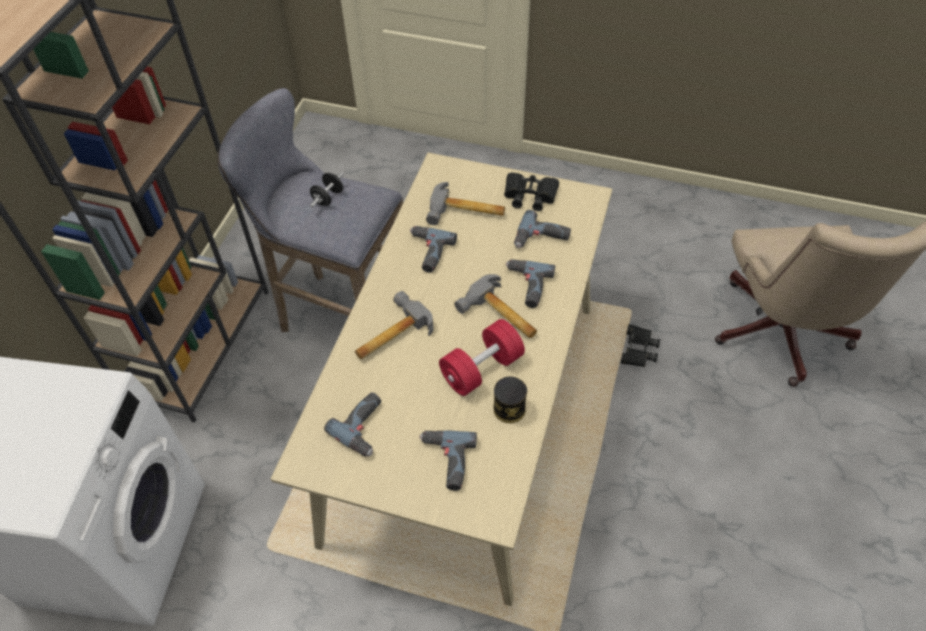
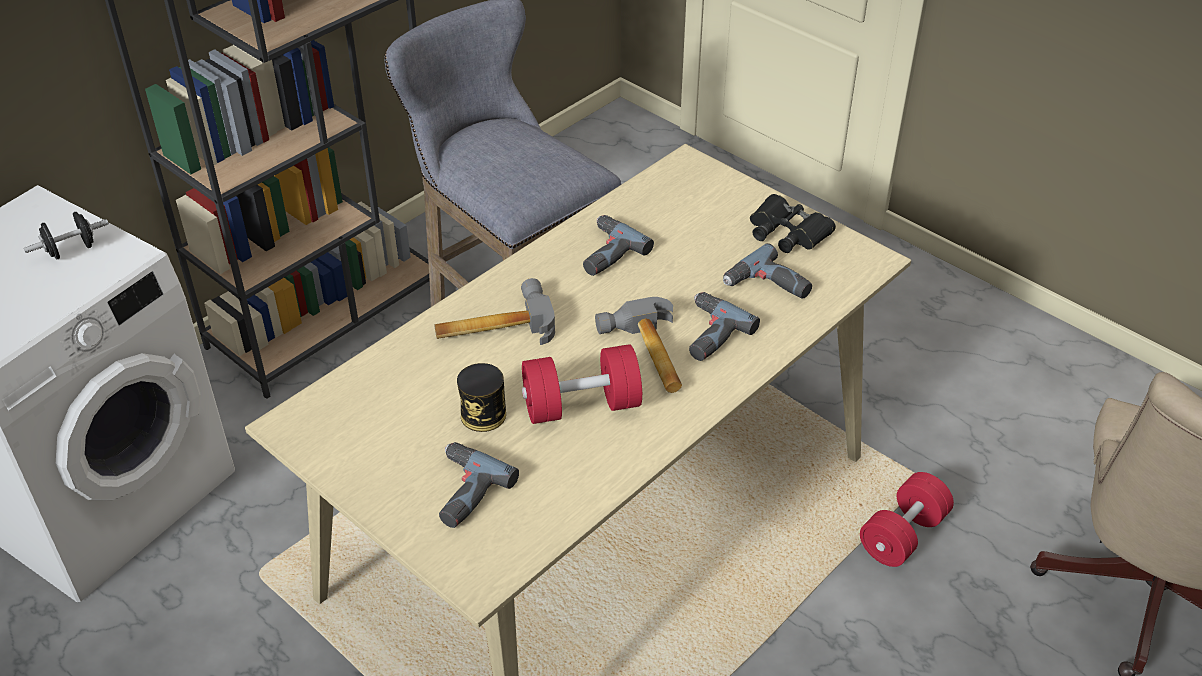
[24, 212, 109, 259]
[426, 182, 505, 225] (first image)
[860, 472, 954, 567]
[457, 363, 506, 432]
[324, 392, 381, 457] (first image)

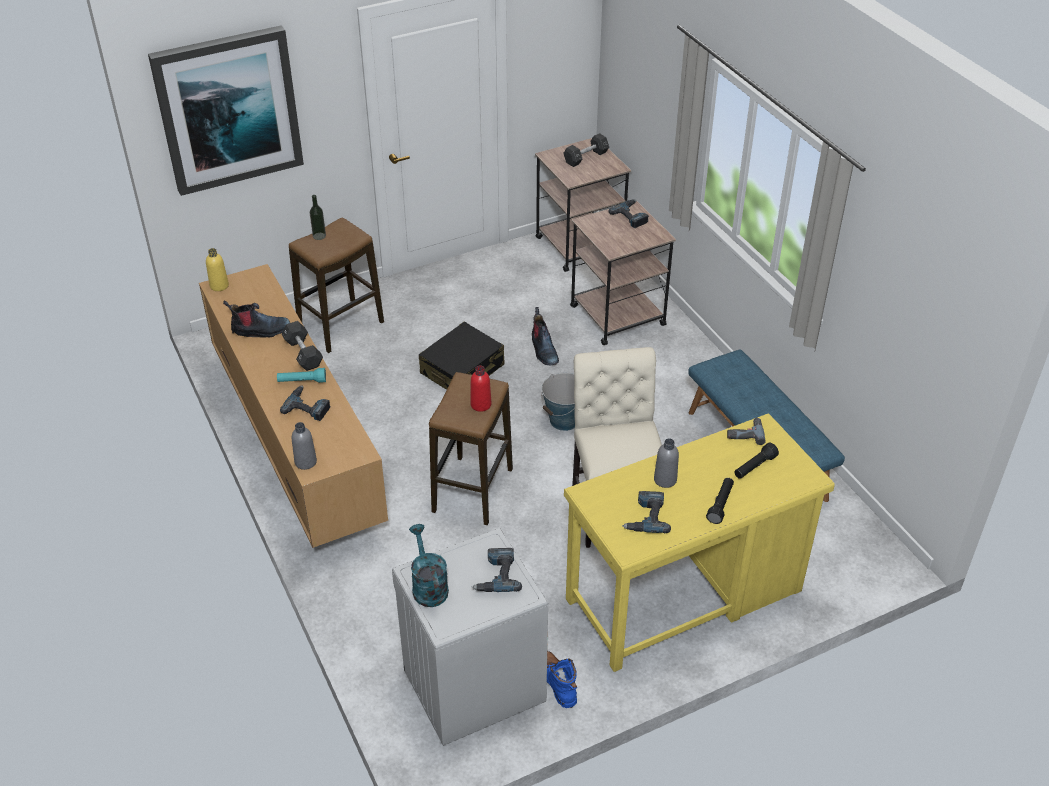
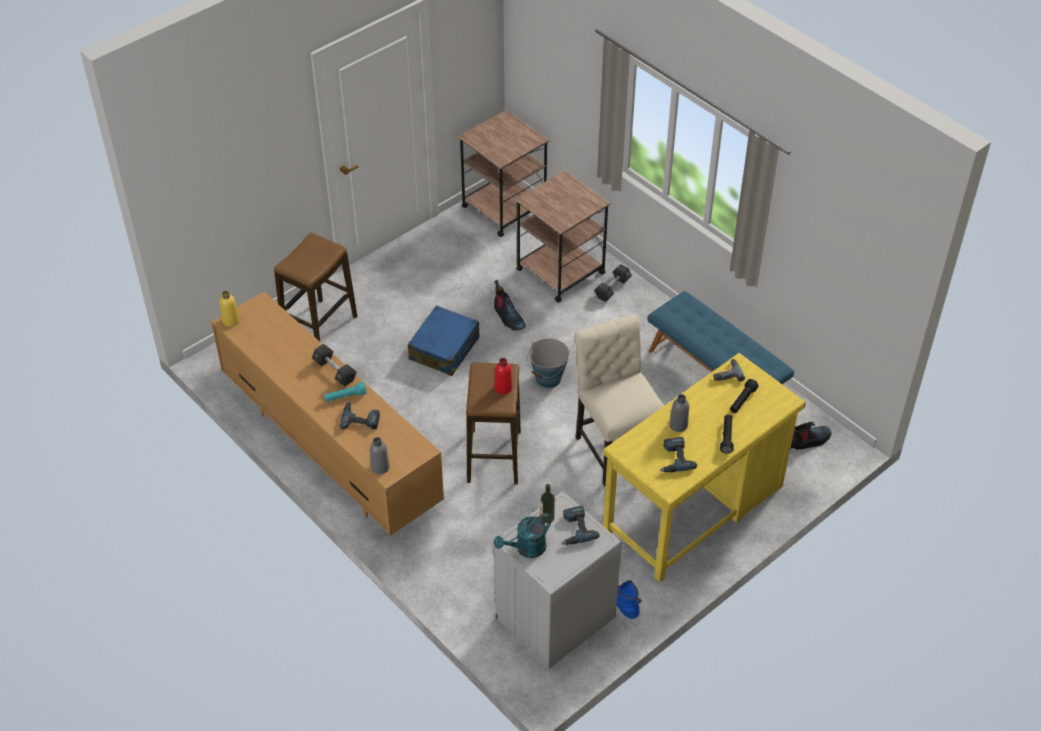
[148, 25, 304, 196] (first image)
[594, 264, 632, 302]
[540, 484, 555, 523]
[608, 199, 649, 228] (first image)
[790, 421, 831, 450]
[408, 306, 480, 376]
[494, 514, 551, 558]

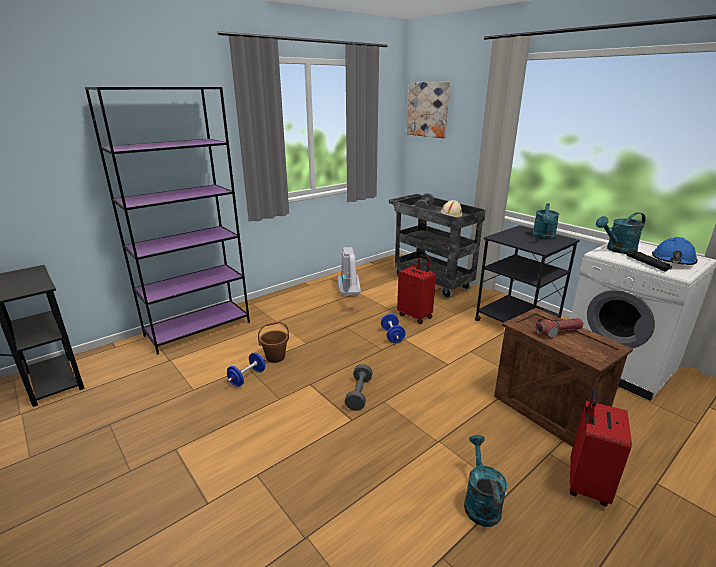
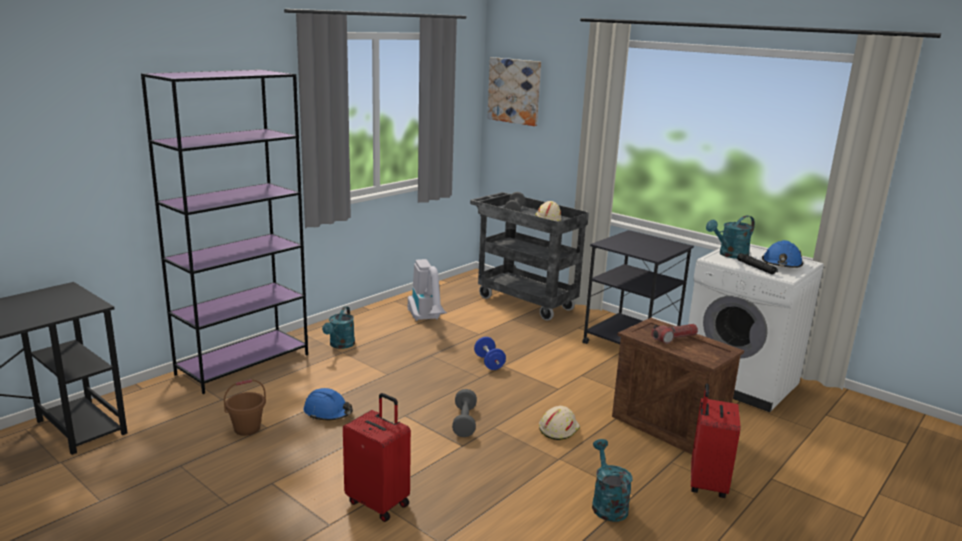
[322, 306, 355, 349]
[343, 393, 411, 522]
[224, 379, 266, 436]
[304, 388, 353, 421]
[539, 406, 580, 440]

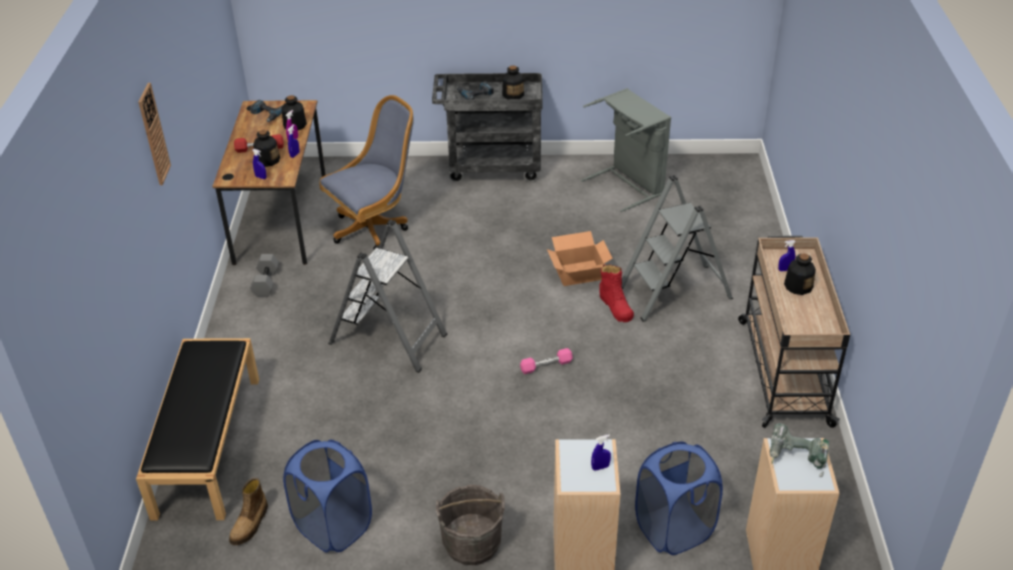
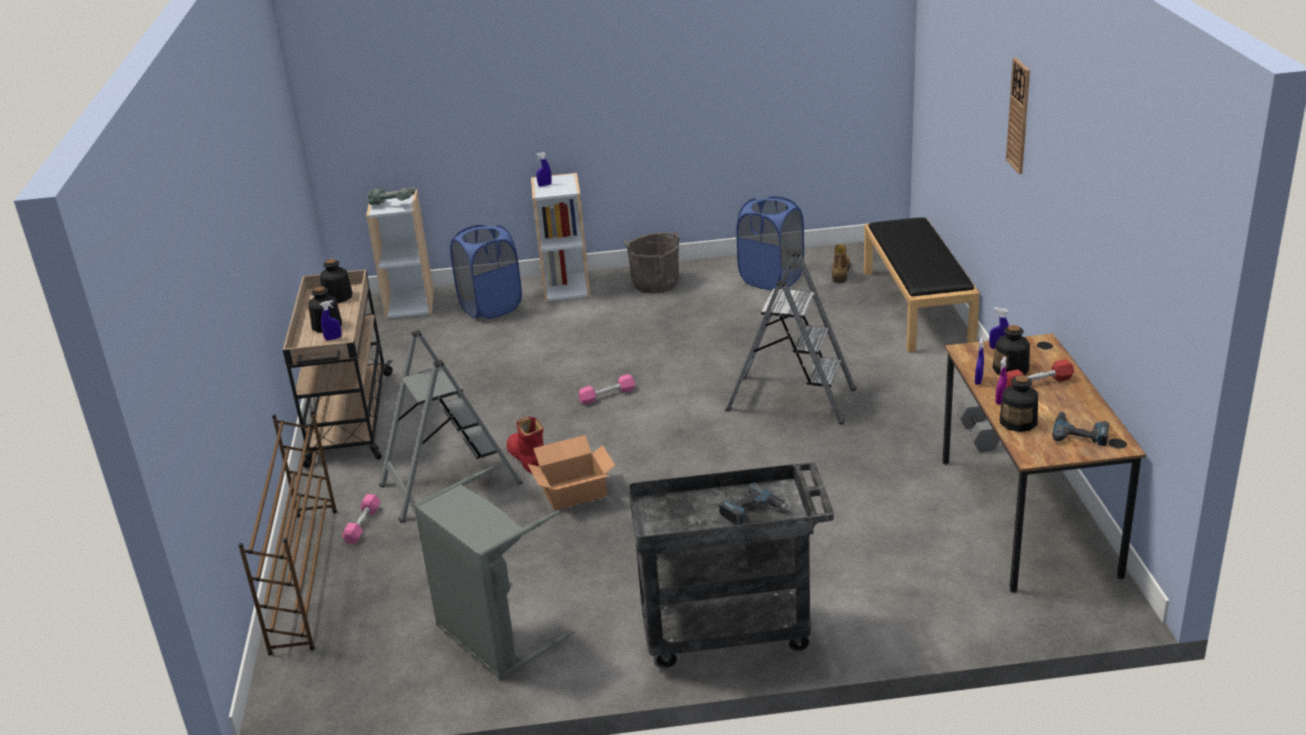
[320, 259, 353, 303]
[319, 95, 413, 250] (first image)
[238, 410, 337, 655]
[342, 494, 381, 544]

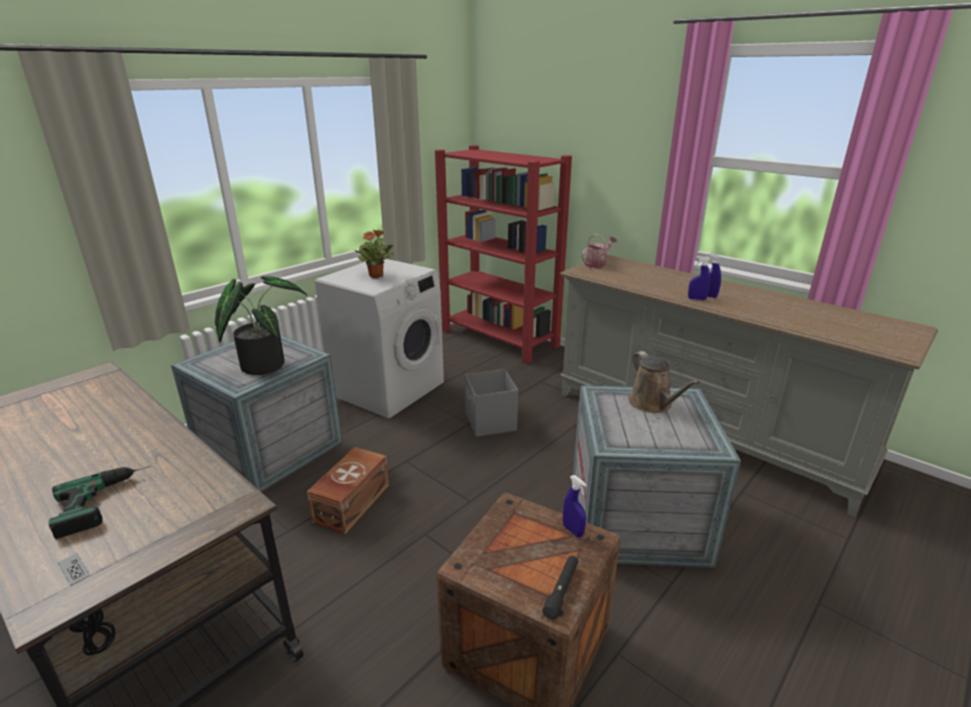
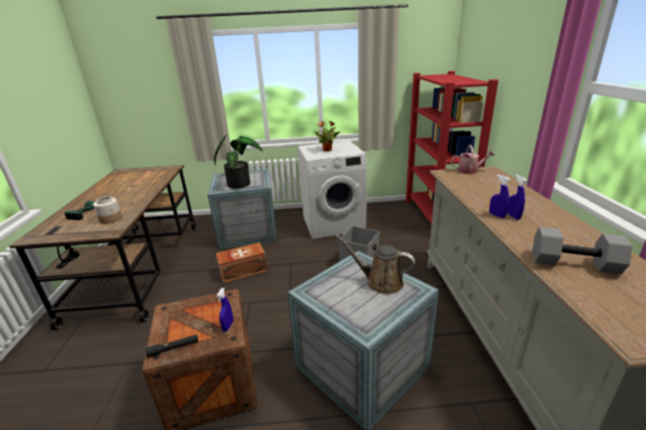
[336, 235, 415, 294]
[93, 196, 122, 224]
[532, 227, 632, 275]

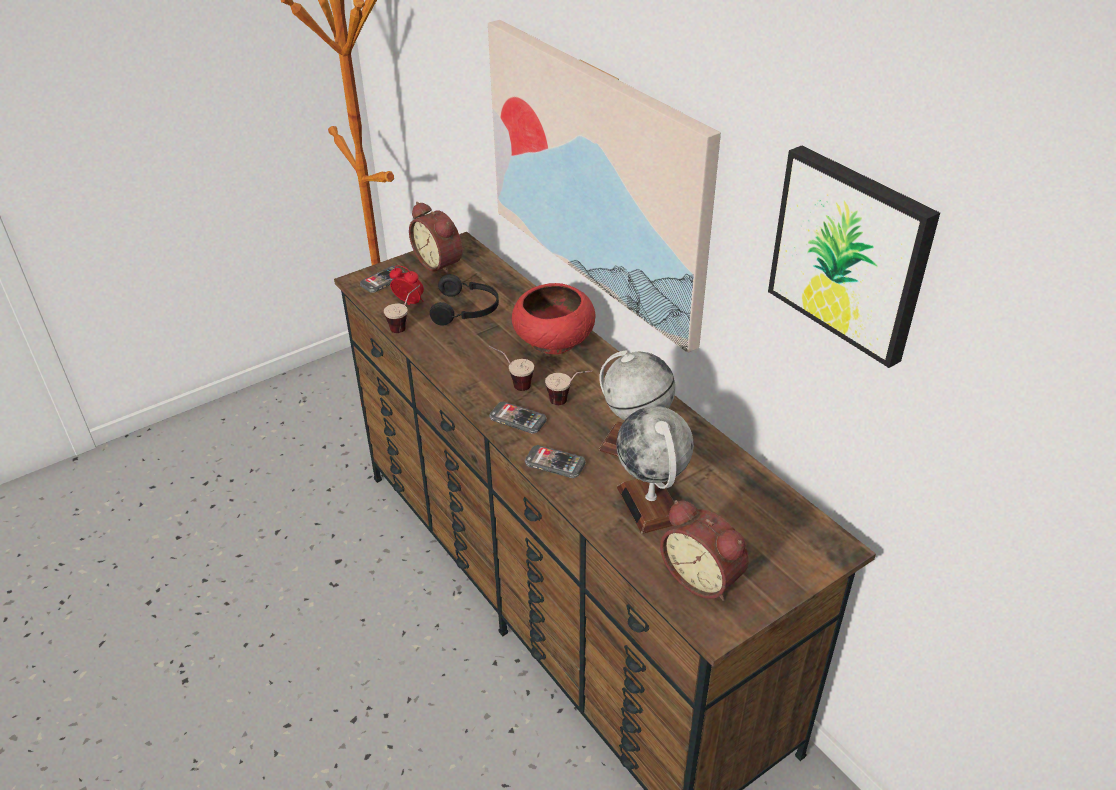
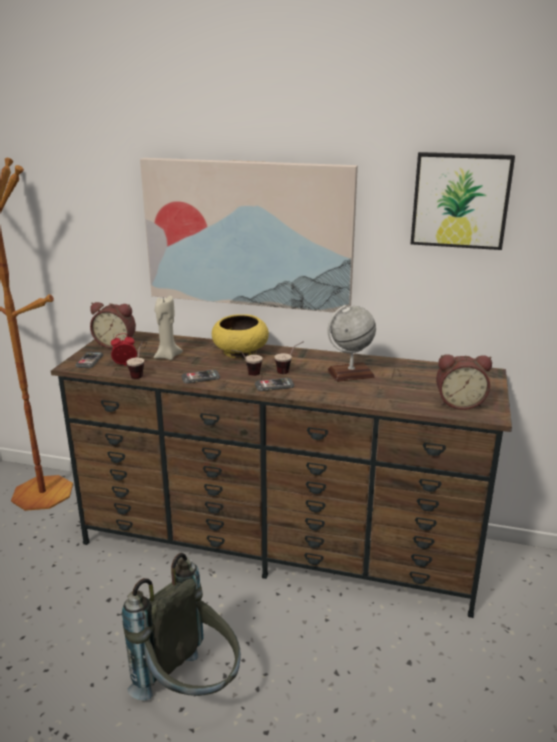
[154, 296, 183, 360]
[212, 314, 269, 358]
[616, 406, 694, 534] (first image)
[181, 370, 220, 384]
[122, 553, 241, 700]

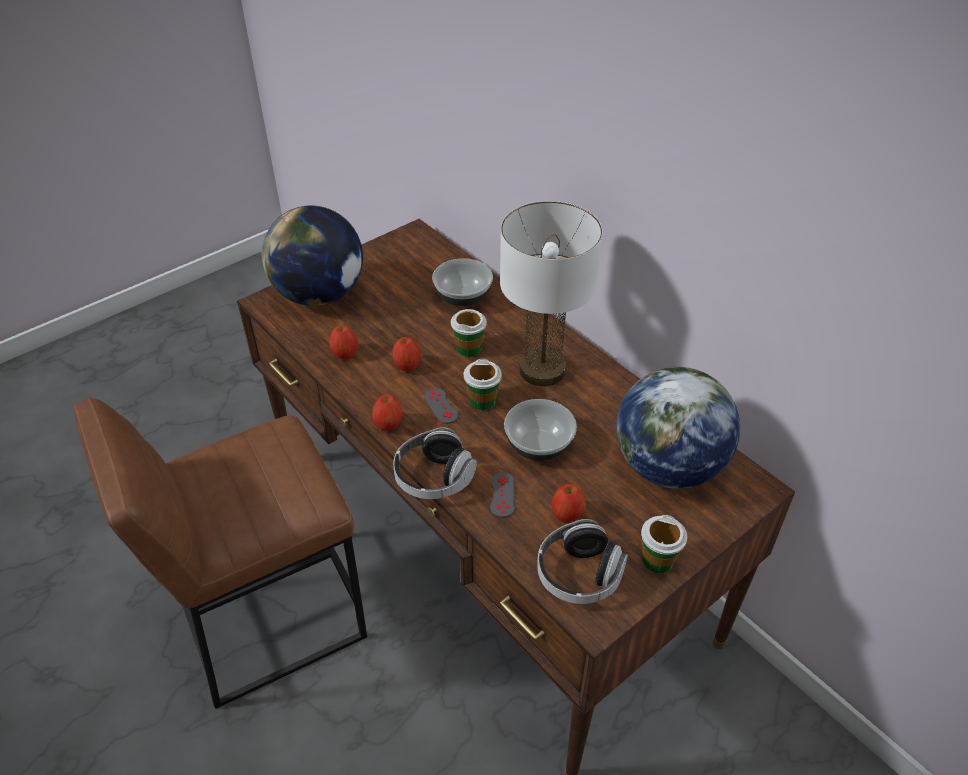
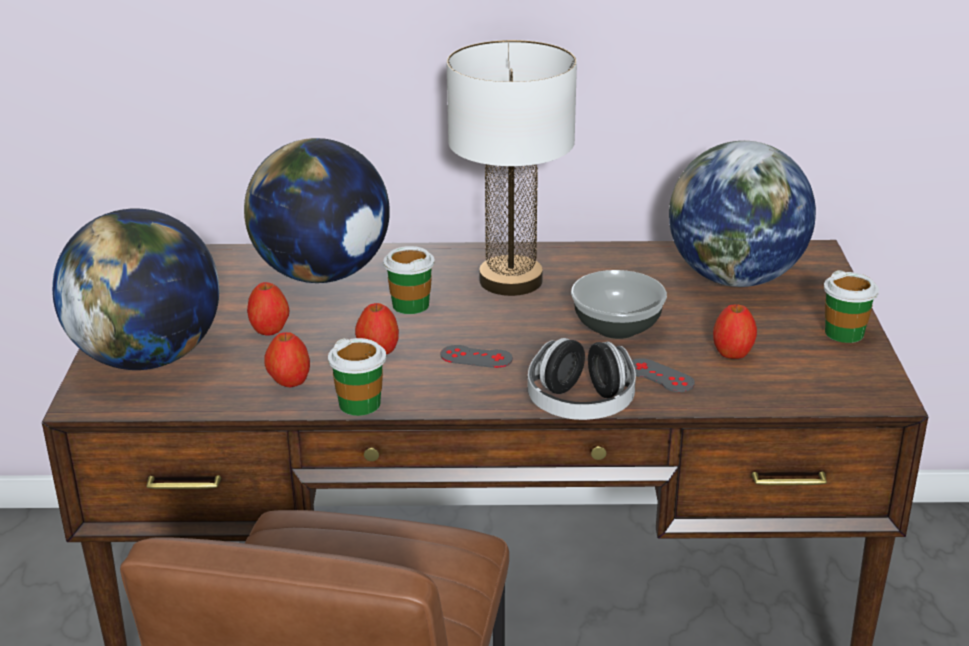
[244, 138, 390, 283]
[328, 338, 386, 416]
[247, 282, 289, 336]
[537, 519, 628, 604] (first image)

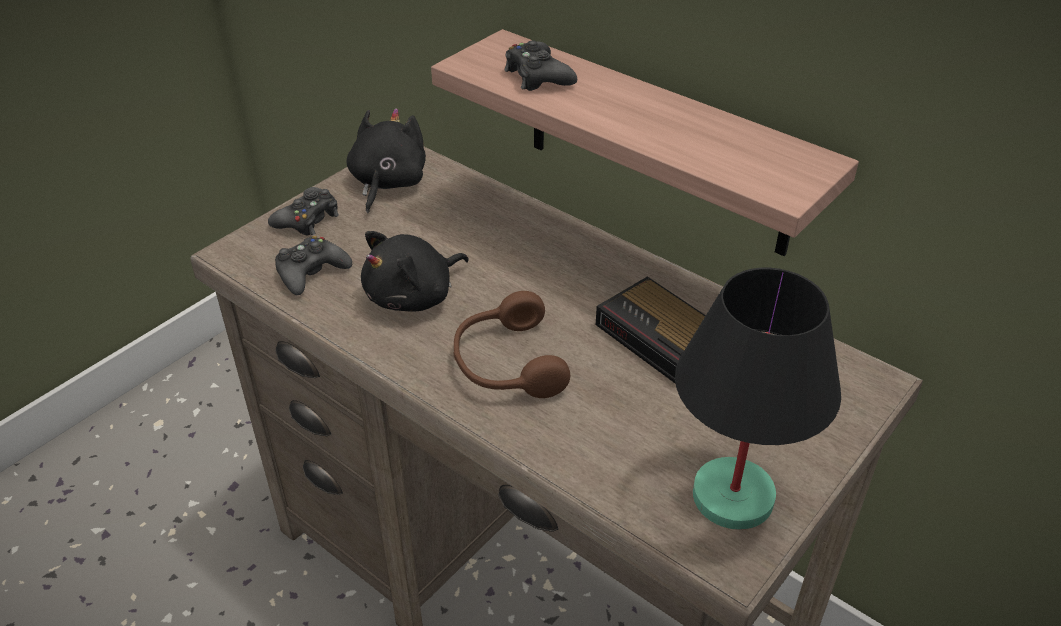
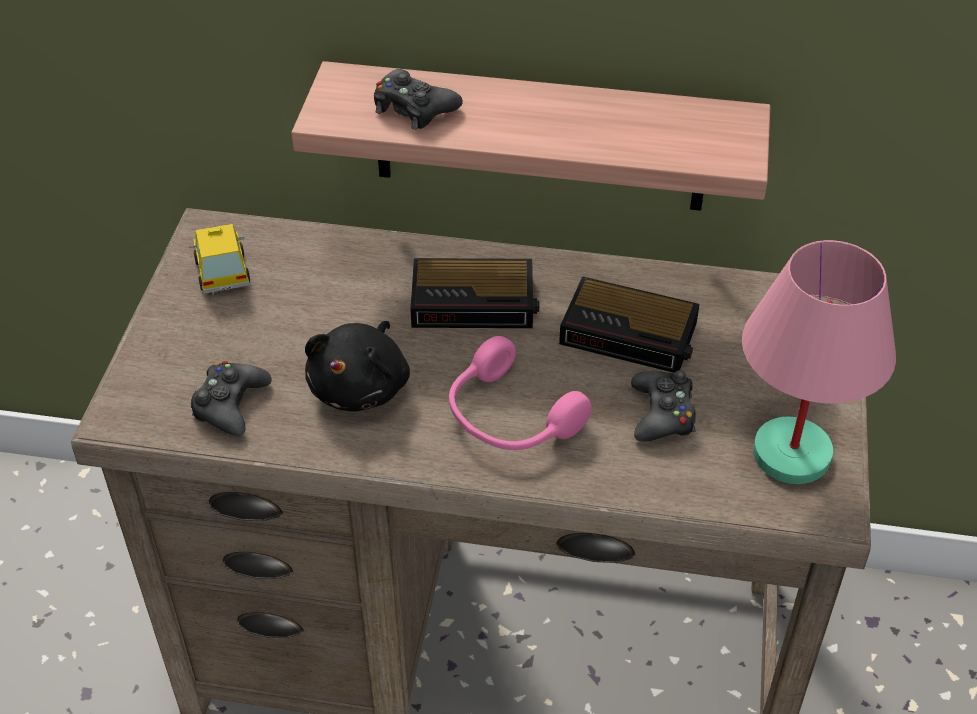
[190, 224, 250, 295]
[631, 370, 696, 442]
[742, 240, 896, 484]
[449, 336, 592, 450]
[411, 258, 539, 328]

